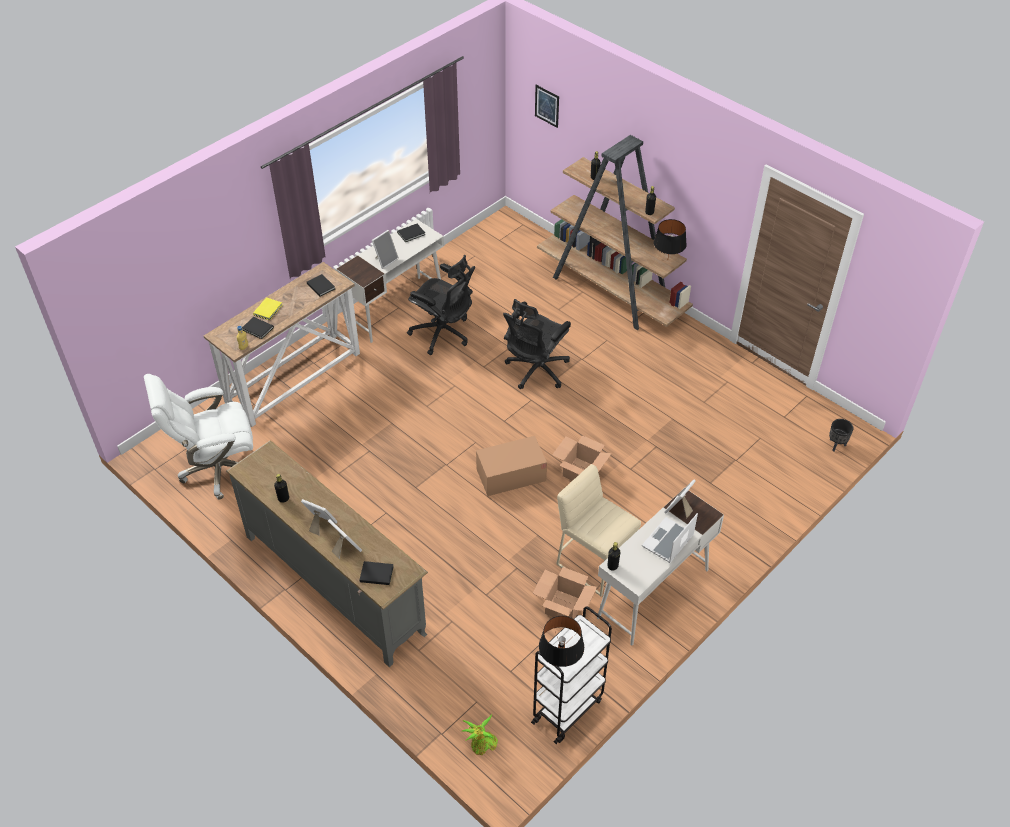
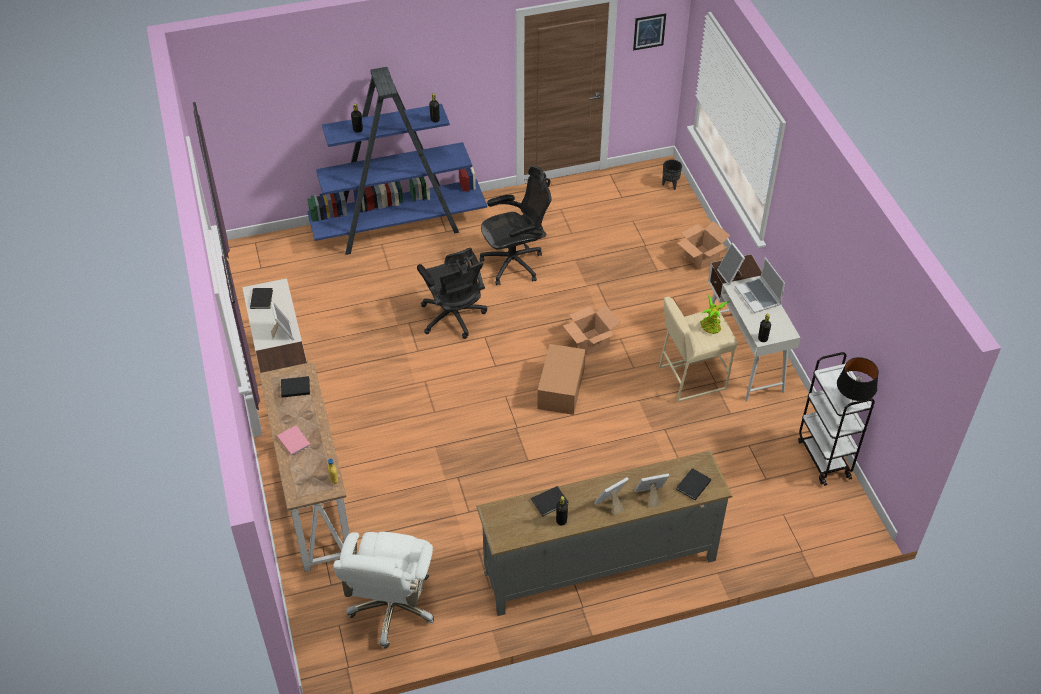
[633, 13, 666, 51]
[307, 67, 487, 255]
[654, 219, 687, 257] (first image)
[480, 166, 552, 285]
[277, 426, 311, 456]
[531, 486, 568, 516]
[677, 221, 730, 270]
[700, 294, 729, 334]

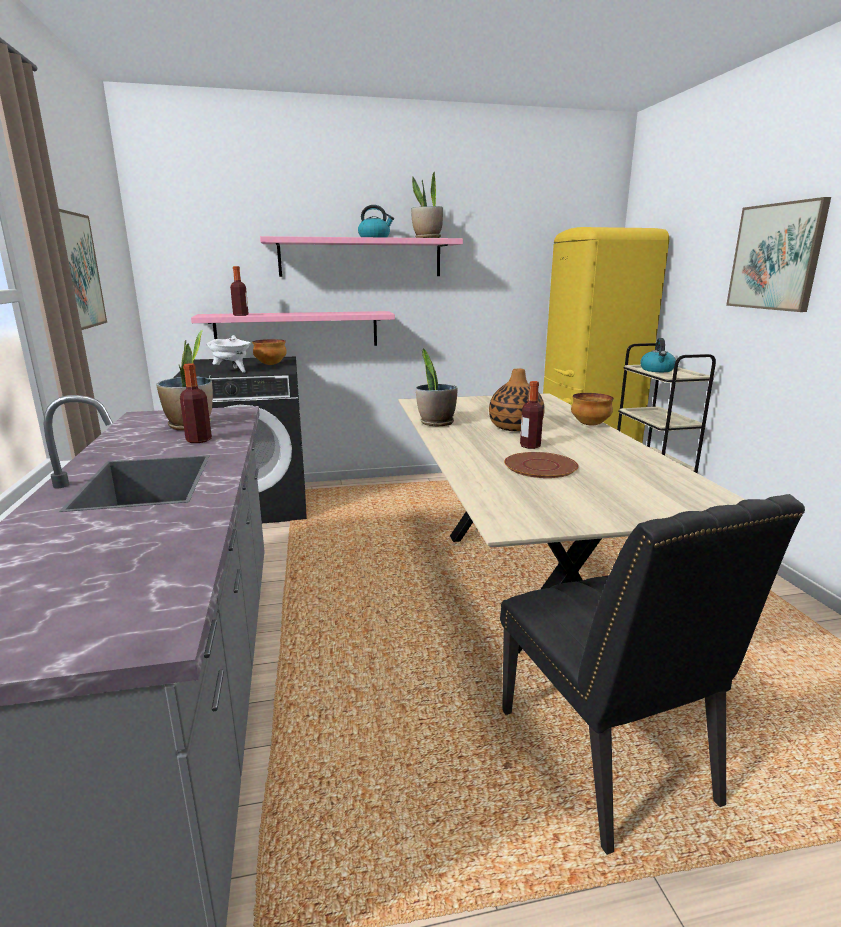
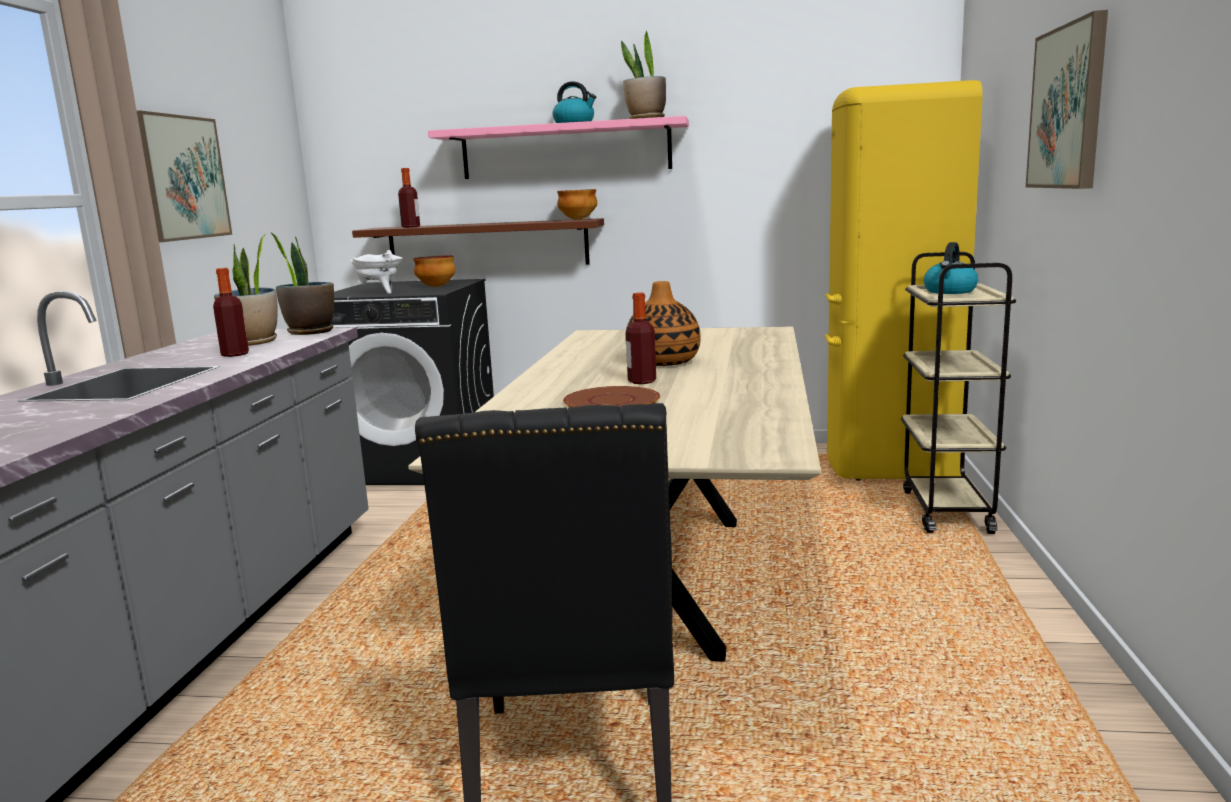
[352, 218, 604, 265]
[270, 232, 334, 335]
[557, 189, 597, 220]

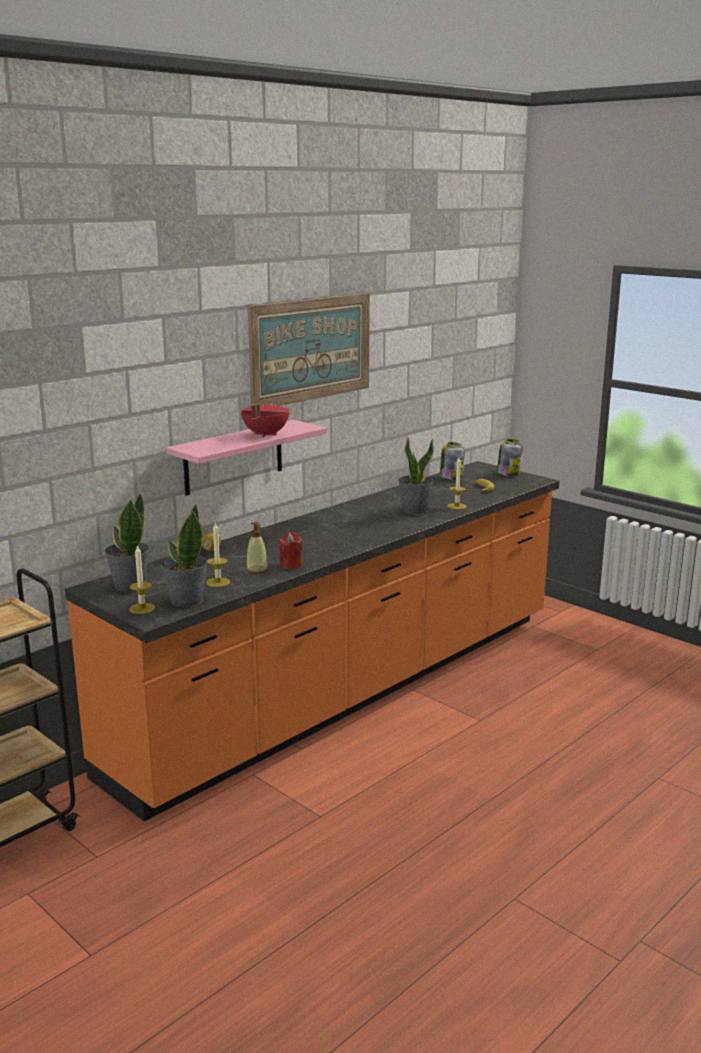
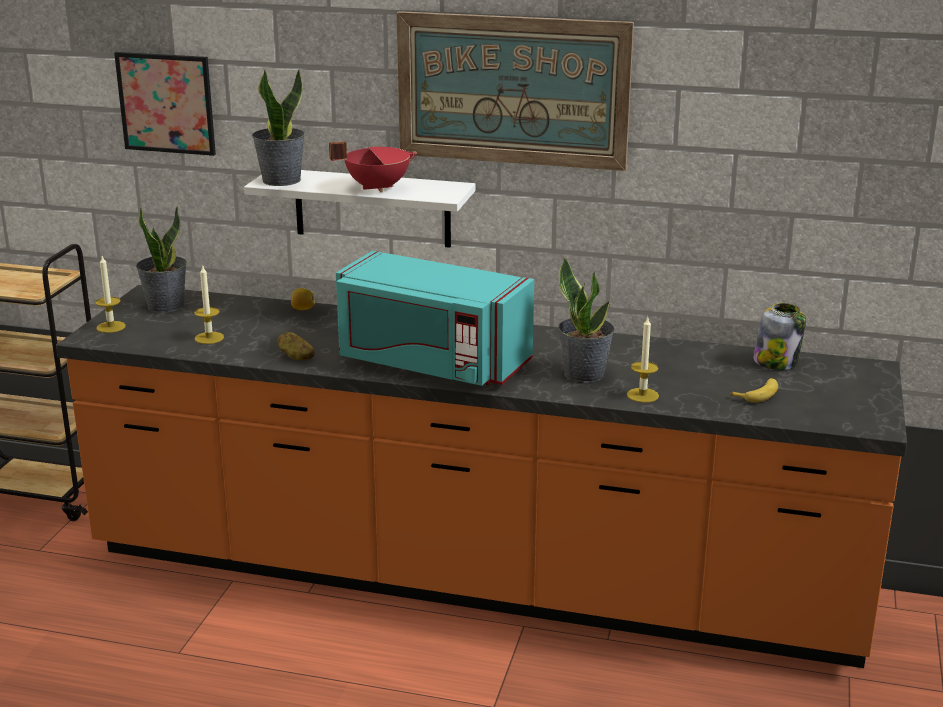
[244, 170, 476, 248]
[497, 439, 523, 476] (first image)
[252, 69, 305, 186]
[246, 522, 268, 574] (first image)
[277, 332, 314, 360]
[114, 52, 216, 156]
[336, 251, 534, 386]

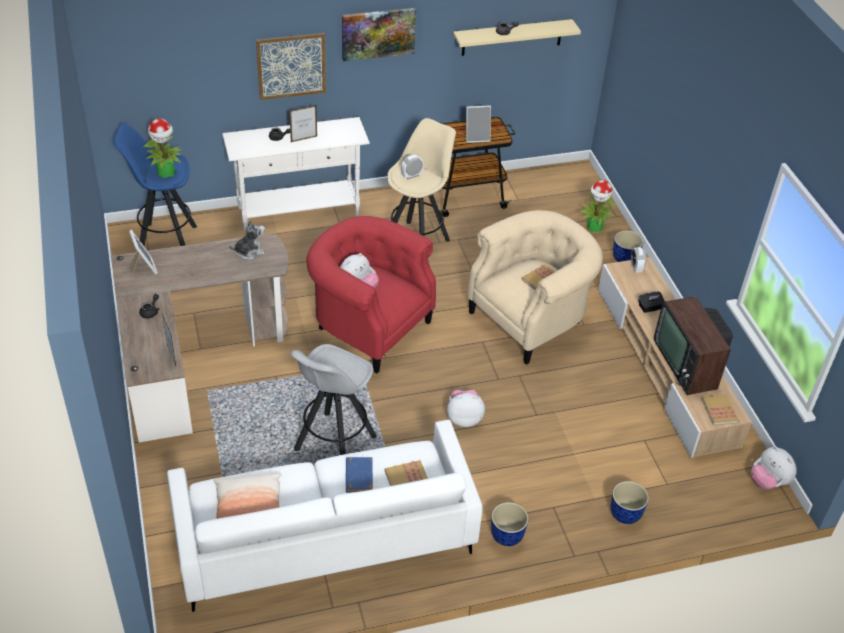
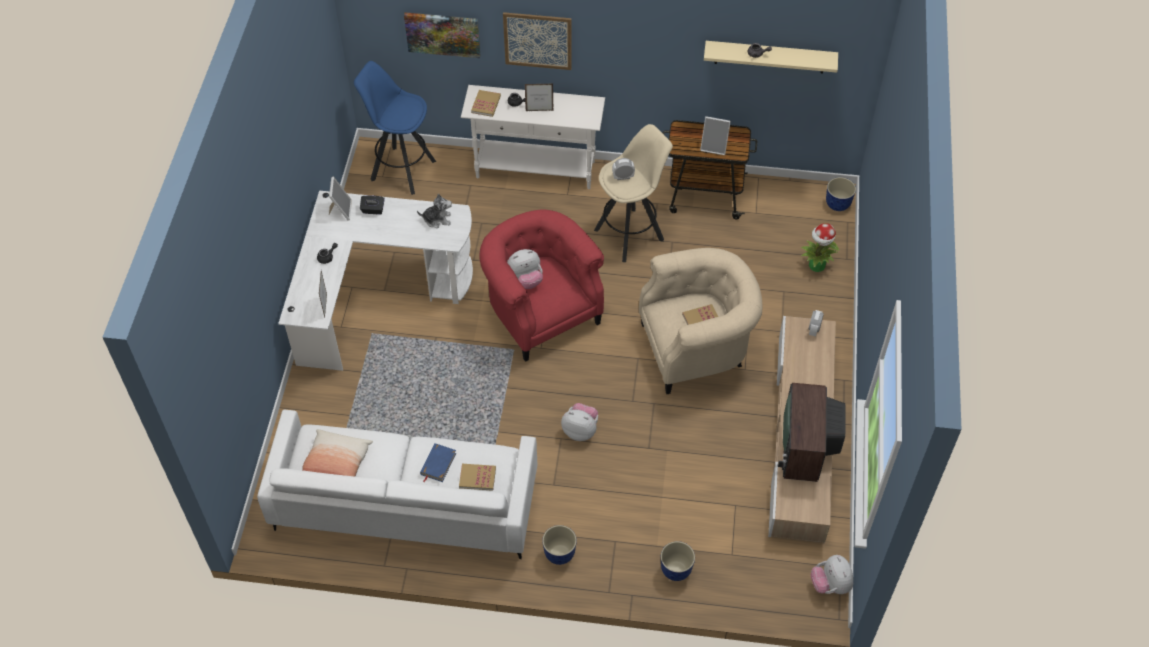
[404, 12, 480, 58]
[143, 118, 181, 178] (first image)
[826, 177, 856, 211]
[278, 190, 473, 371]
[360, 195, 385, 215]
[290, 344, 377, 455] (first image)
[471, 90, 501, 117]

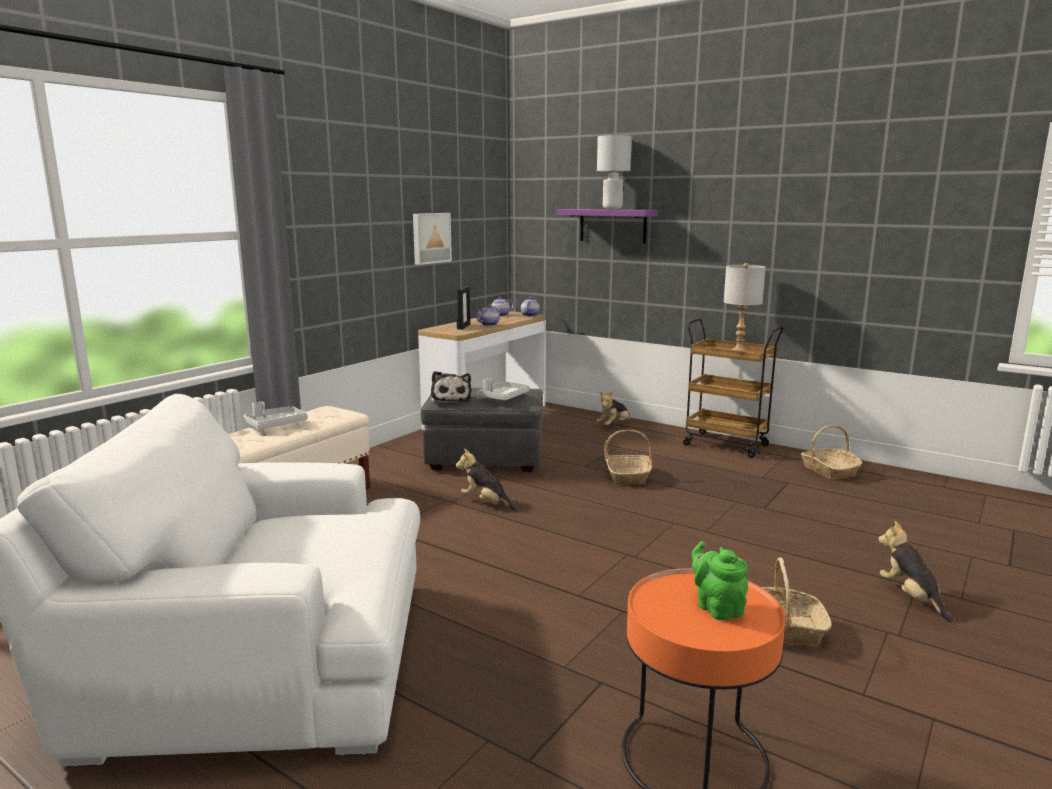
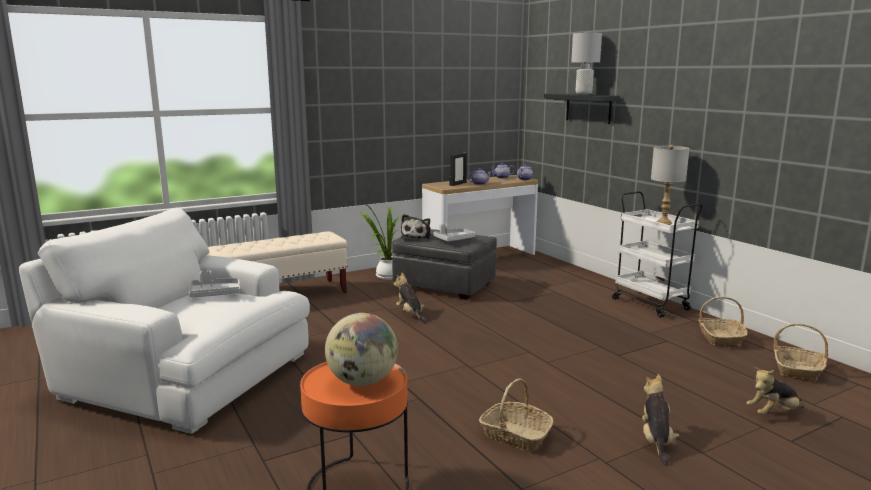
[544, 93, 620, 124]
[413, 213, 452, 265] (first image)
[612, 191, 702, 318]
[747, 367, 804, 415]
[189, 271, 240, 298]
[773, 323, 828, 382]
[325, 313, 398, 386]
[358, 202, 402, 280]

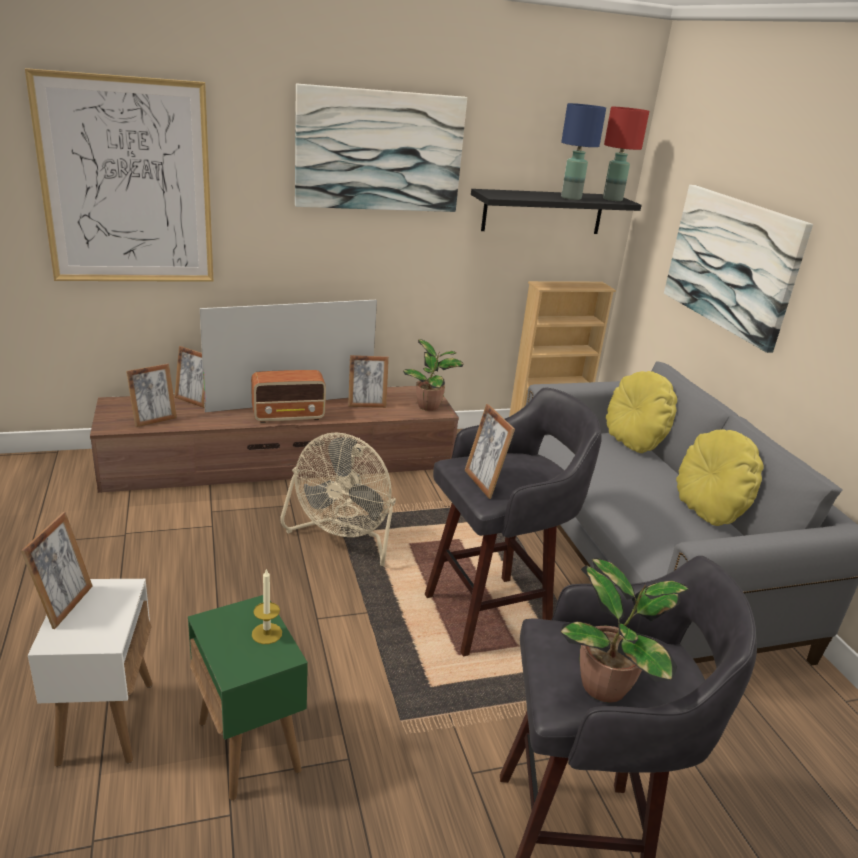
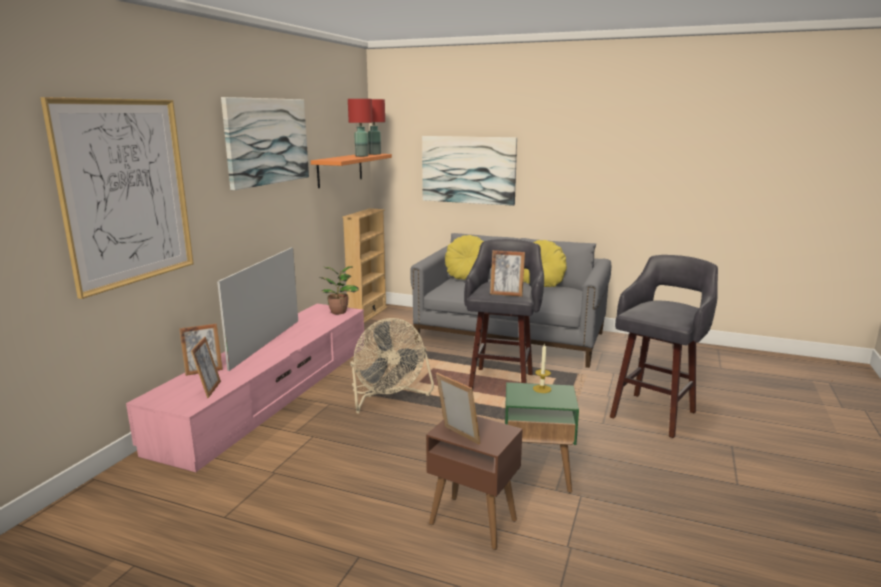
[348, 99, 373, 157]
[311, 153, 392, 188]
[348, 355, 389, 408] (first image)
[251, 370, 326, 423] (first image)
[126, 304, 365, 472]
[560, 558, 689, 703] (first image)
[426, 416, 523, 550]

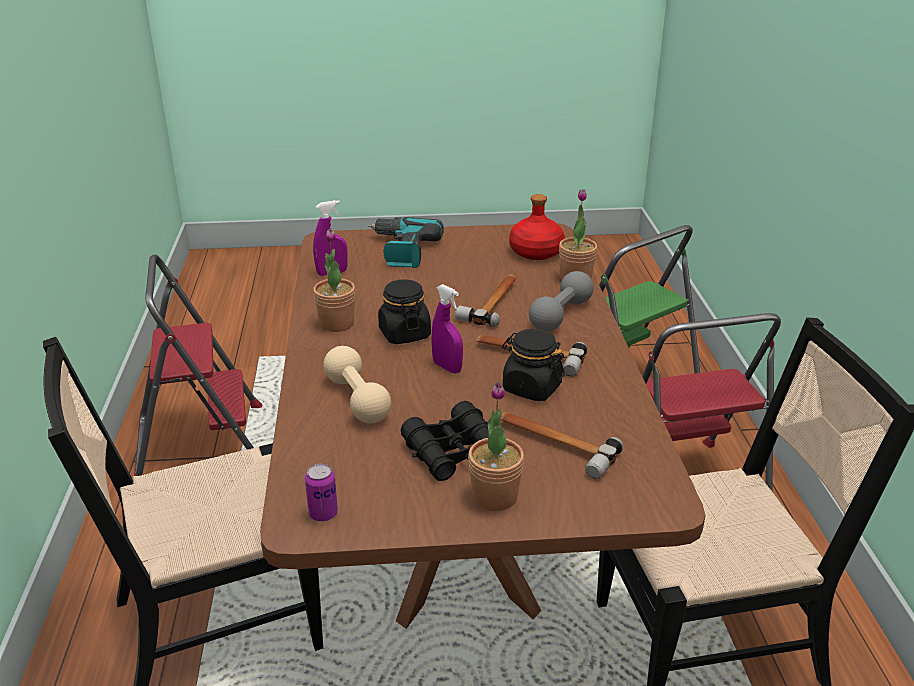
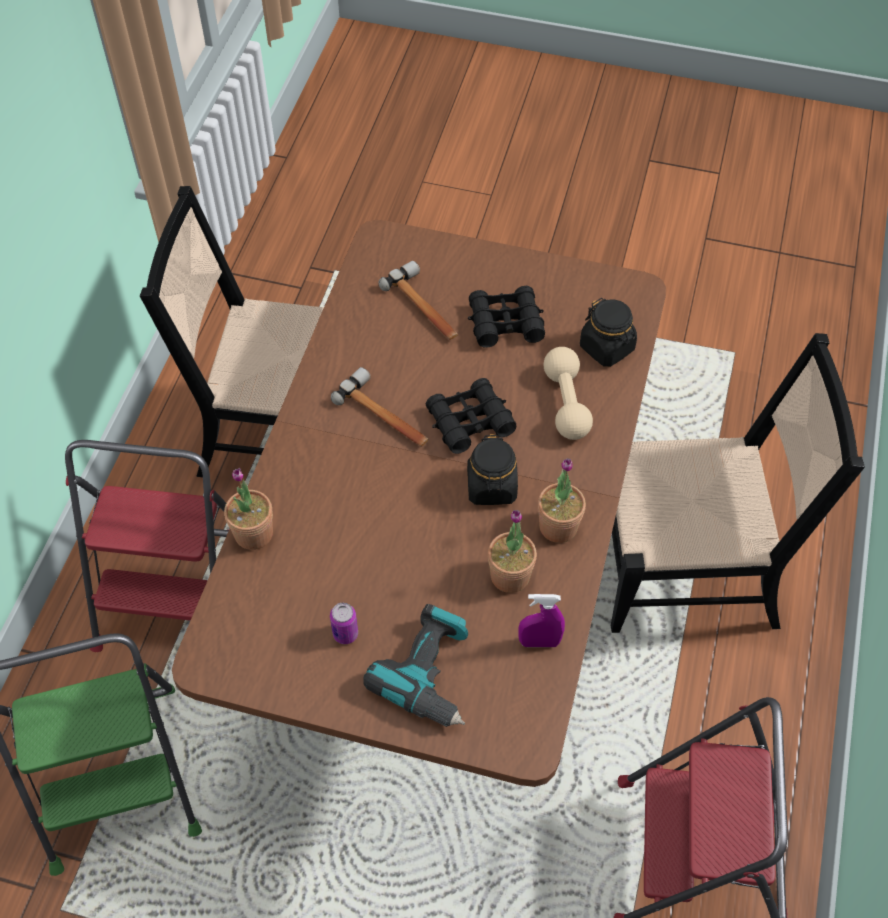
[509, 194, 565, 260] (first image)
[529, 271, 594, 331] (first image)
[455, 275, 517, 327] (first image)
[426, 378, 517, 454]
[580, 298, 637, 367]
[488, 510, 537, 593]
[330, 603, 358, 644]

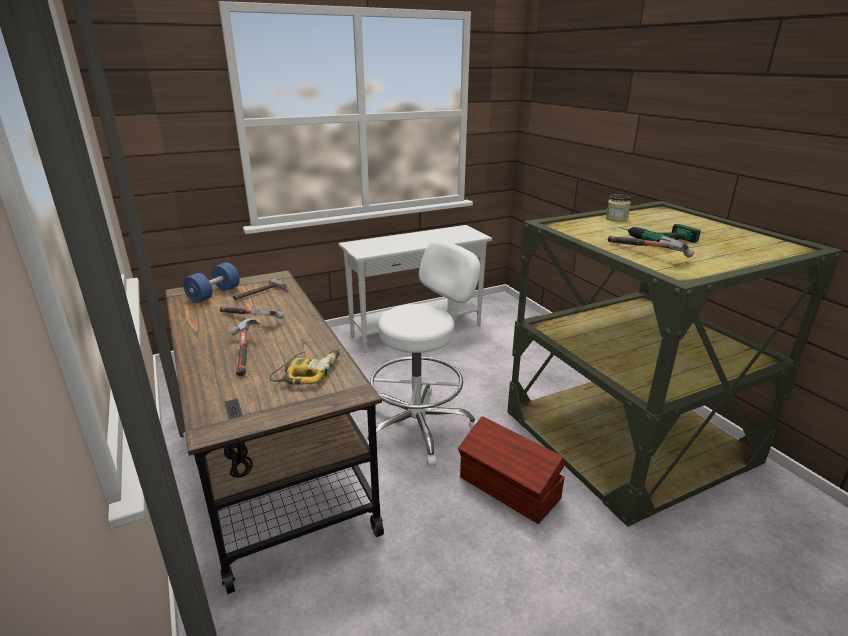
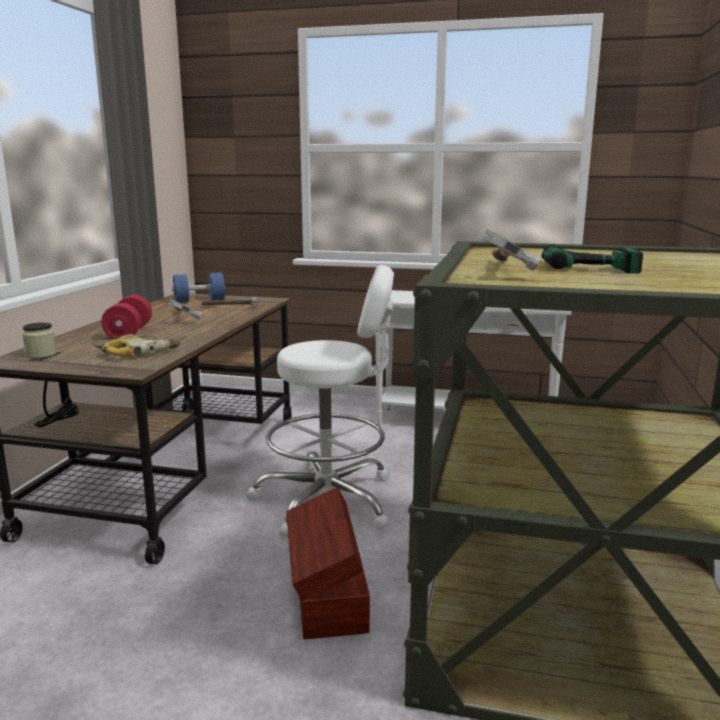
[22, 322, 56, 358]
[101, 295, 152, 338]

